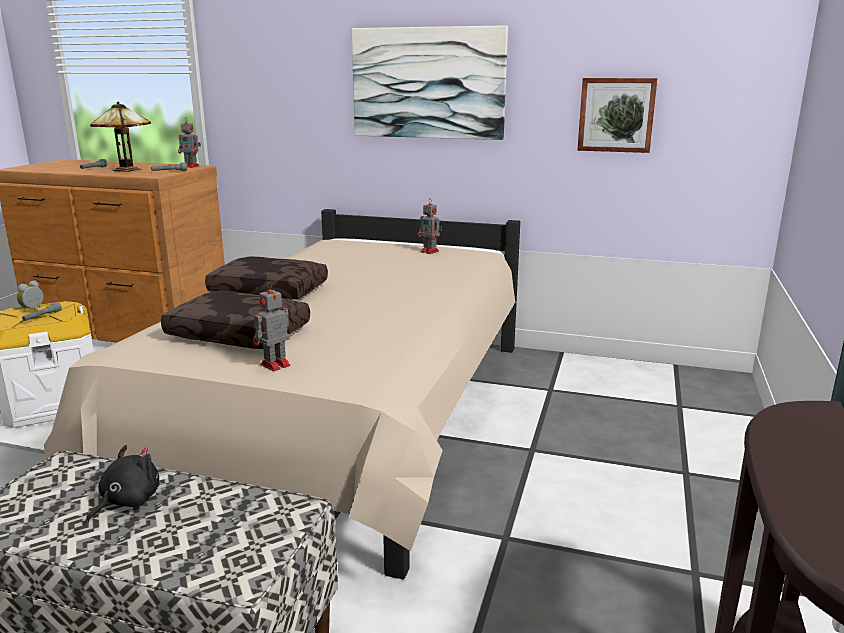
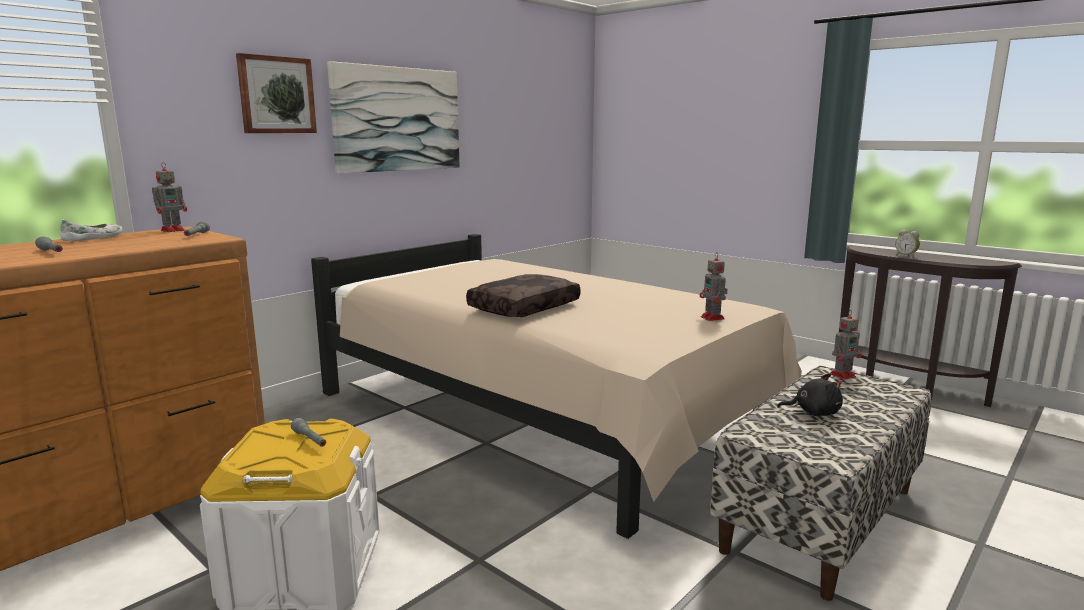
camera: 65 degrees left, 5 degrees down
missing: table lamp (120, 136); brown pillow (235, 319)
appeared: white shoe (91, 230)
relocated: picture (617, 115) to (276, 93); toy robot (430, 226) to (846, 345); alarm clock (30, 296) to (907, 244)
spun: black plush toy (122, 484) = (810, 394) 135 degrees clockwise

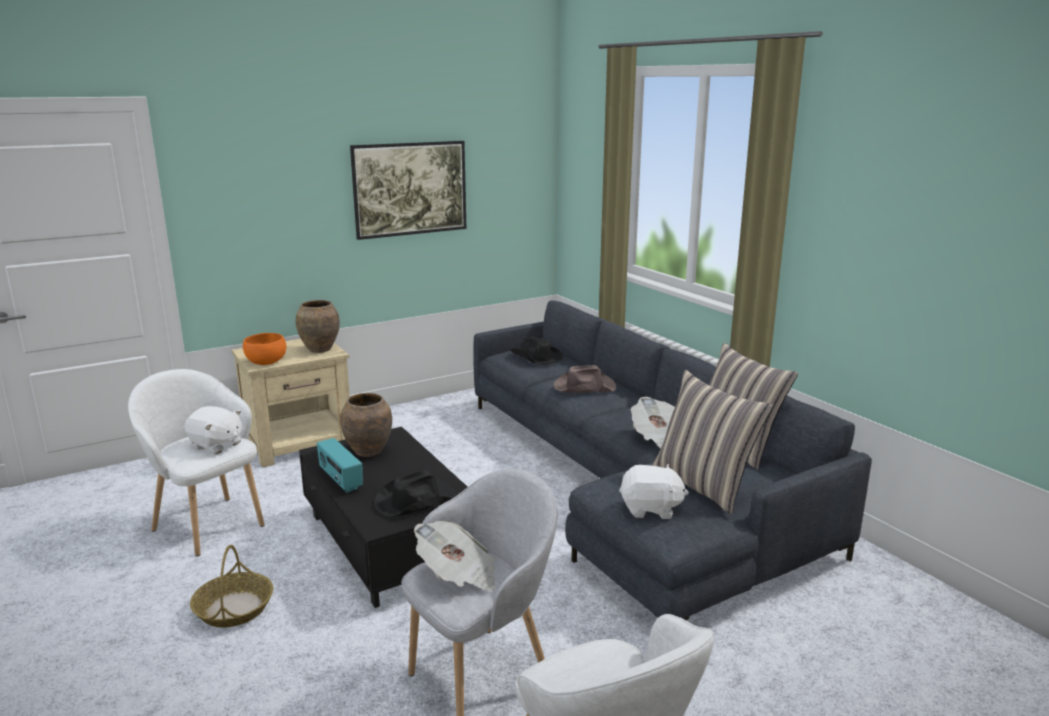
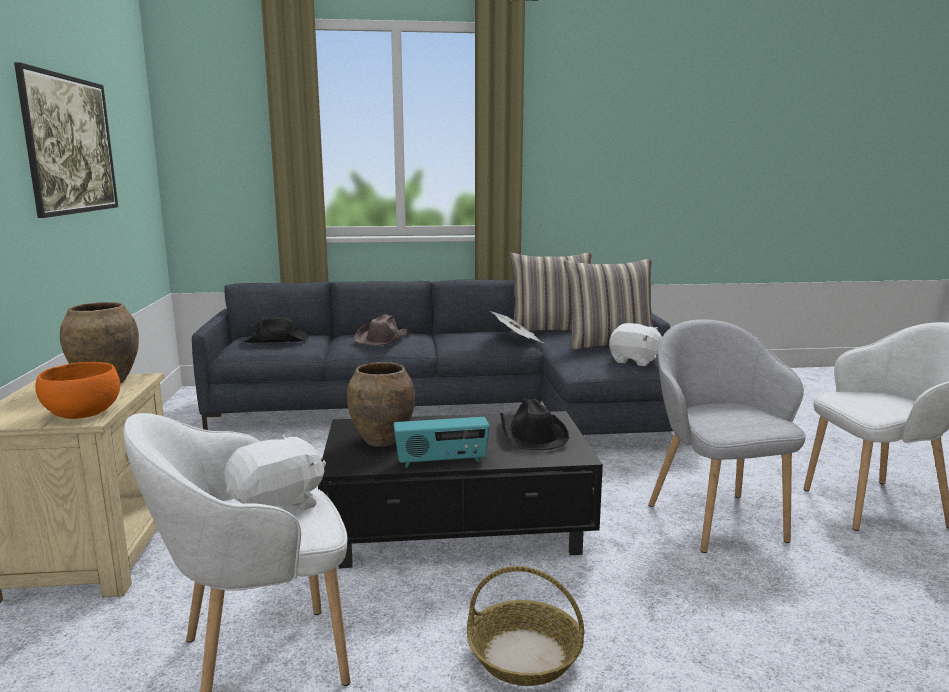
camera: 65 degrees left, 5 degrees down
missing: newspaper (455, 556)
spun: white plush toy (654, 491) = (635, 345) 90 degrees clockwise

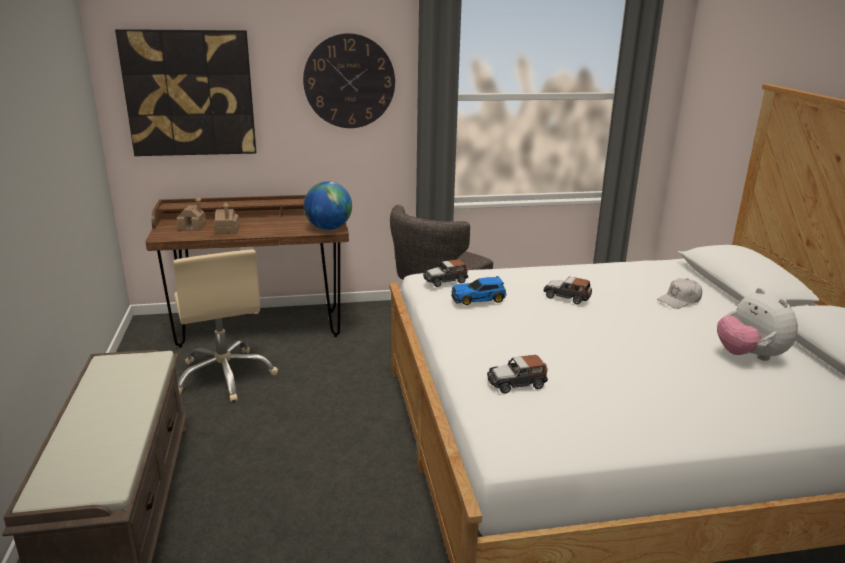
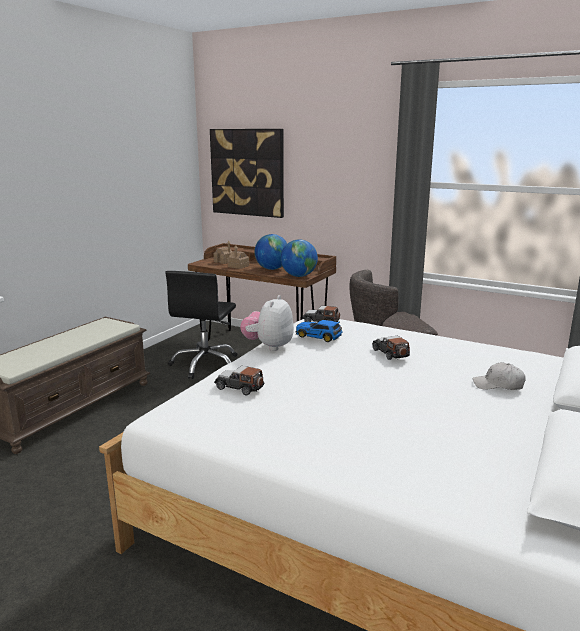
camera: 40 degrees right, 5 degrees down
missing: wall clock (349, 80)
appeared: globe (270, 252)
relocated: plush toy (757, 324) to (267, 323)
colour: beige office chair (225, 326) to black office chair (201, 325)

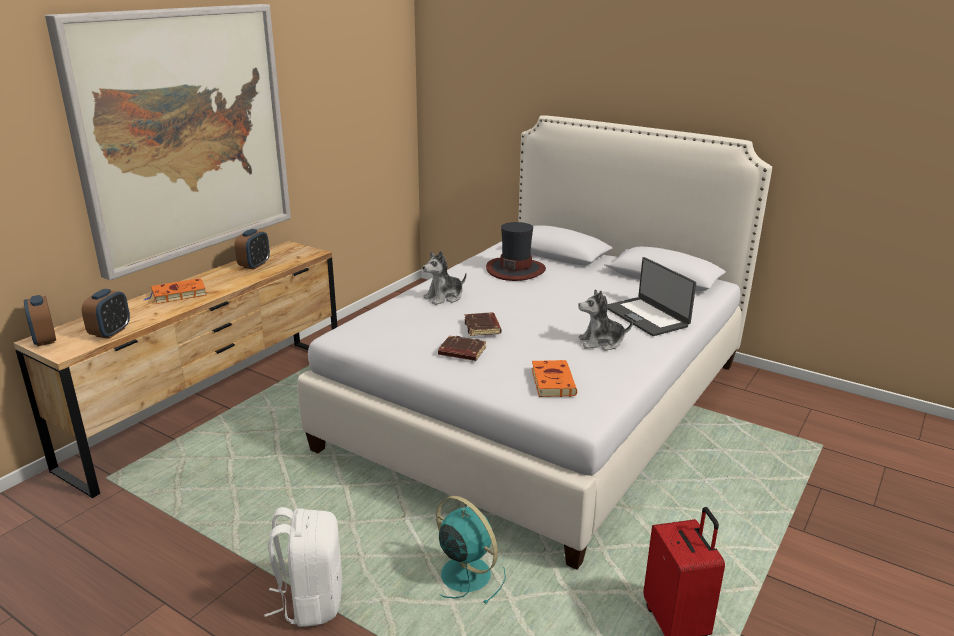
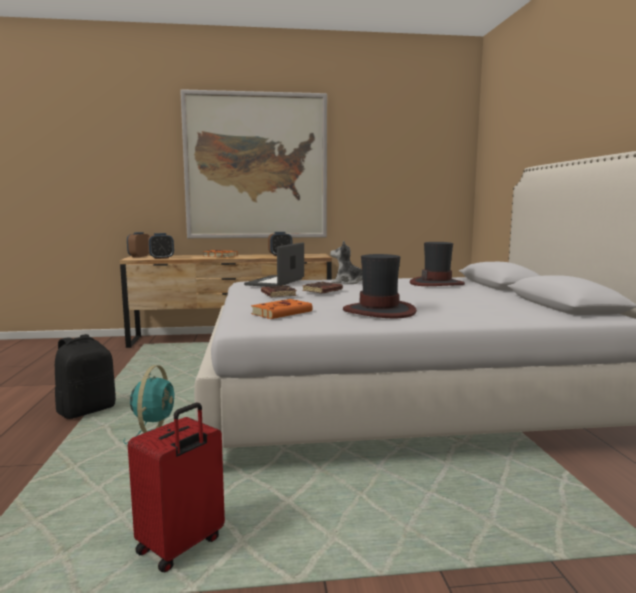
camera: 50 degrees right, 15 degrees down
relocated: laptop (651, 296) to (274, 265)
exchanged: plush toy (605, 320) to hat (380, 286)
colour: white backpack (303, 567) to black backpack (85, 376)

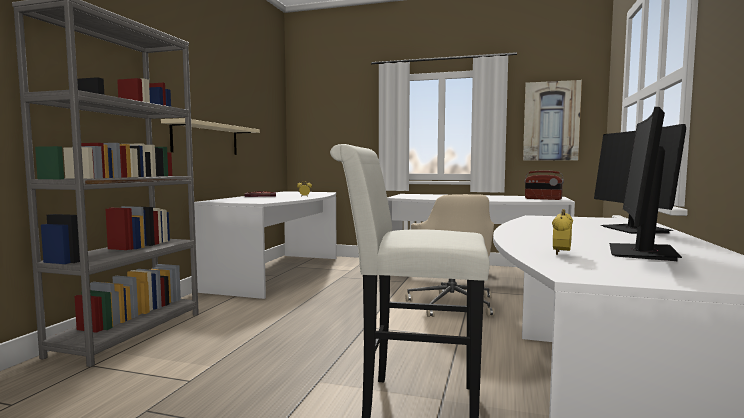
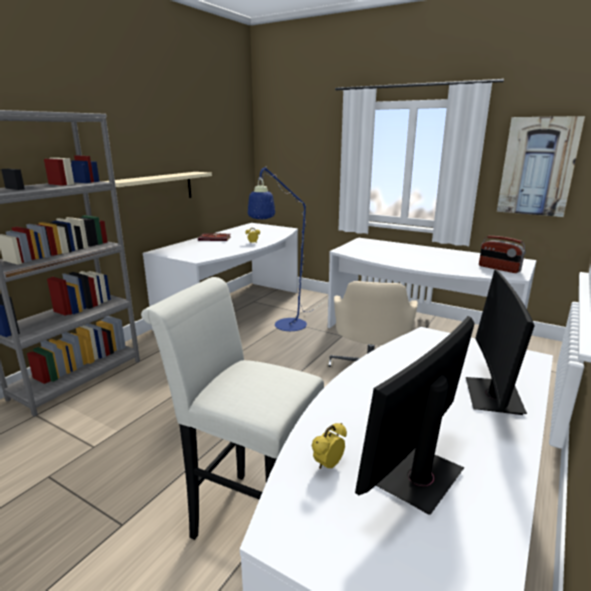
camera: 15 degrees right, 15 degrees up
appeared: blue floor lamp (288, 248)

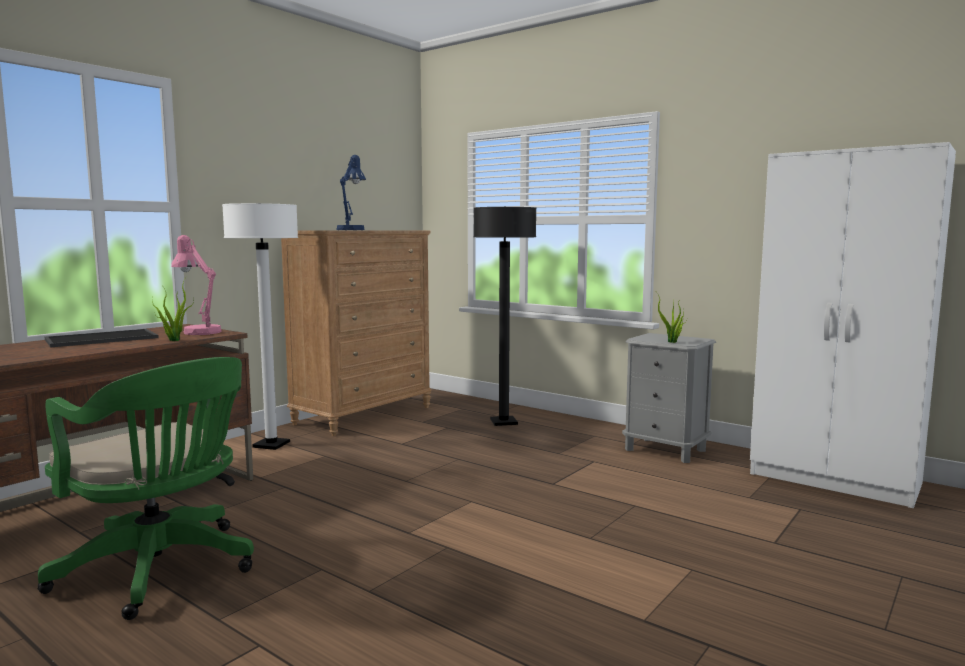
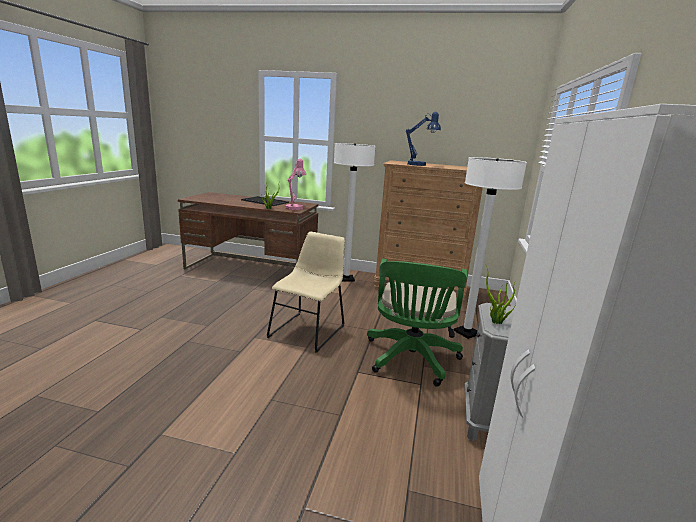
camera: 65 degrees right, 10 degrees up
appeared: beige chair (306, 292)
relocated: green office chair (145, 488) to (417, 323)
colour: black floor lamp (504, 316) to white floor lamp (490, 248)

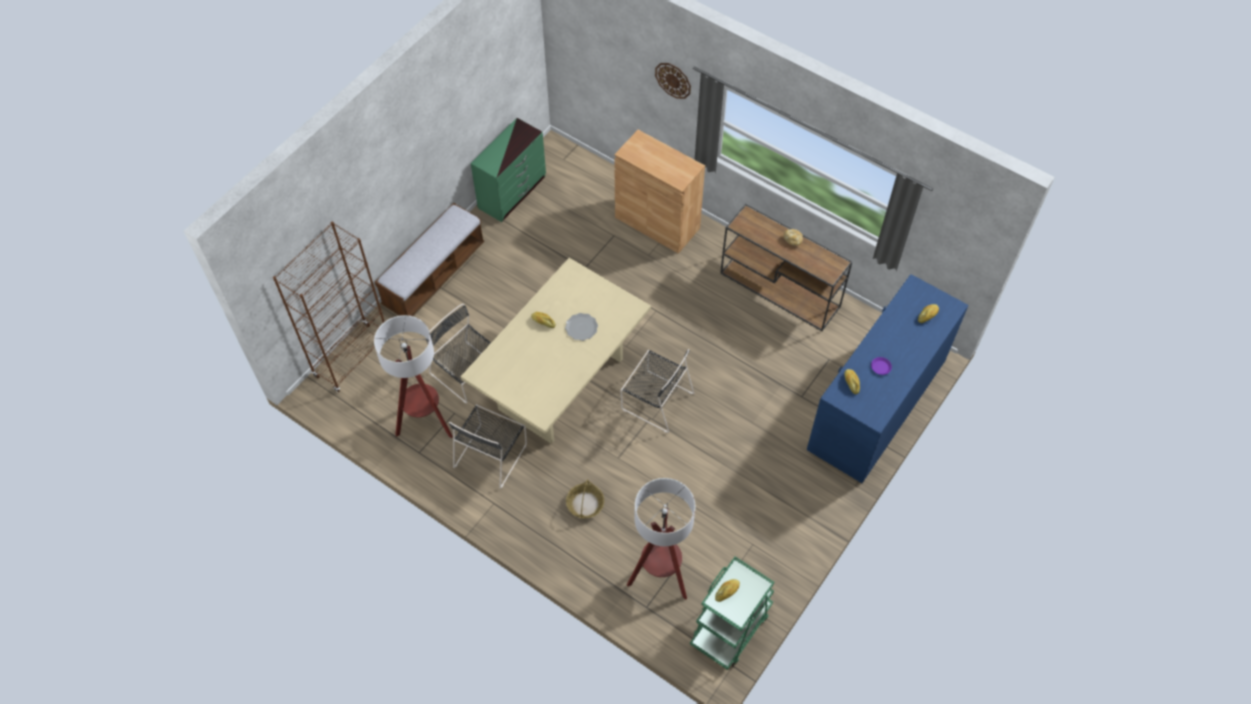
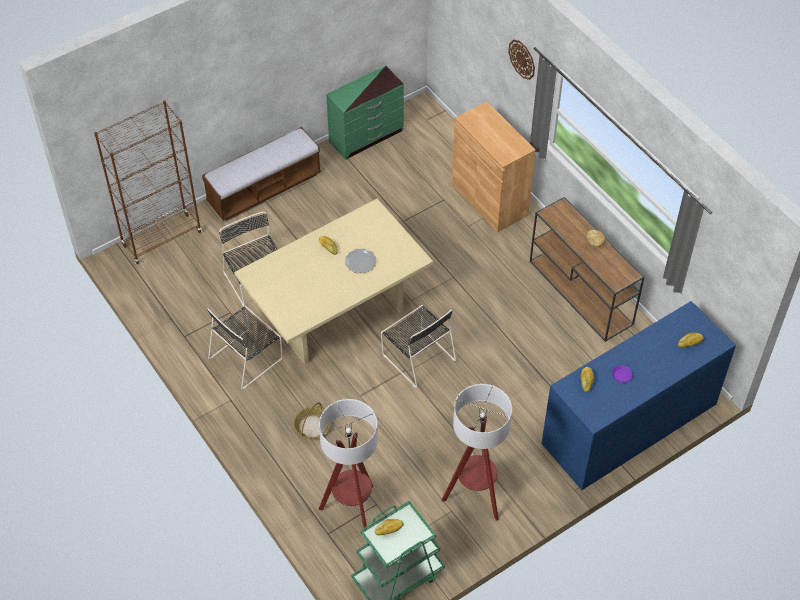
camera: 20 degrees right, 5 degrees down
relocated: floor lamp (413, 376) to (477, 452)

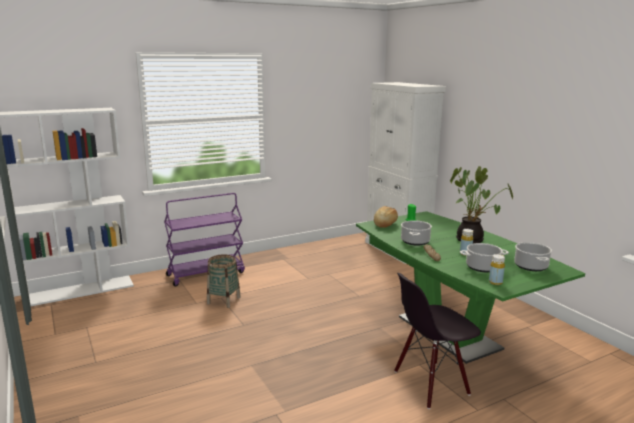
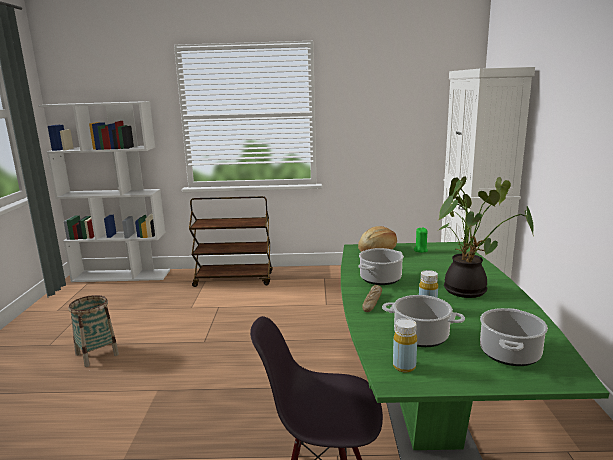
camera: 30 degrees right, 0 degrees up
relocated: basket (224, 281) to (93, 331)
colour: purple cart (204, 239) to brown cart (231, 241)

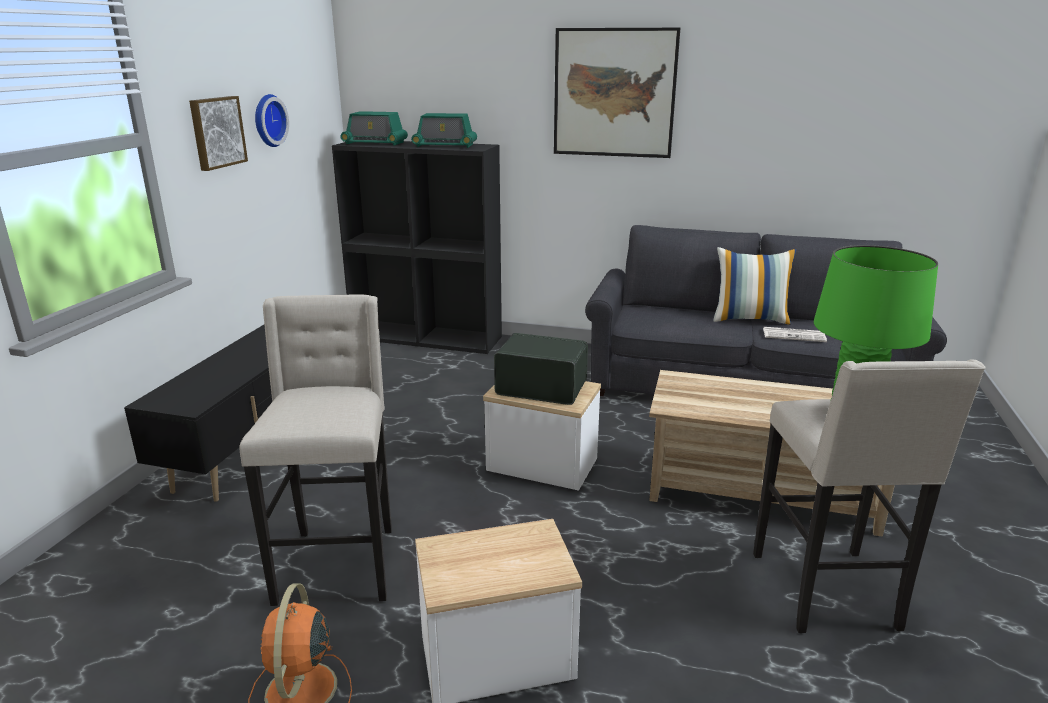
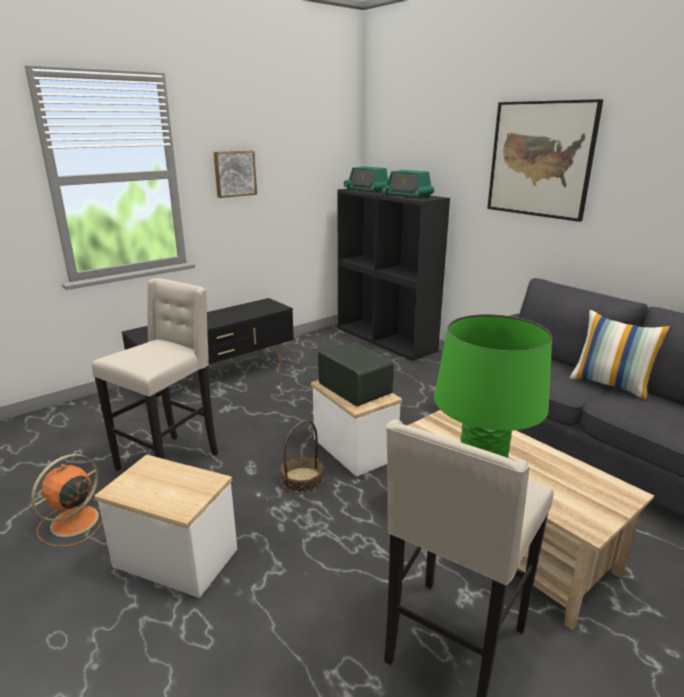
camera: 35 degrees right, 0 degrees up
missing: wall clock (272, 120); newspaper (795, 334)
appeared: basket (302, 456)

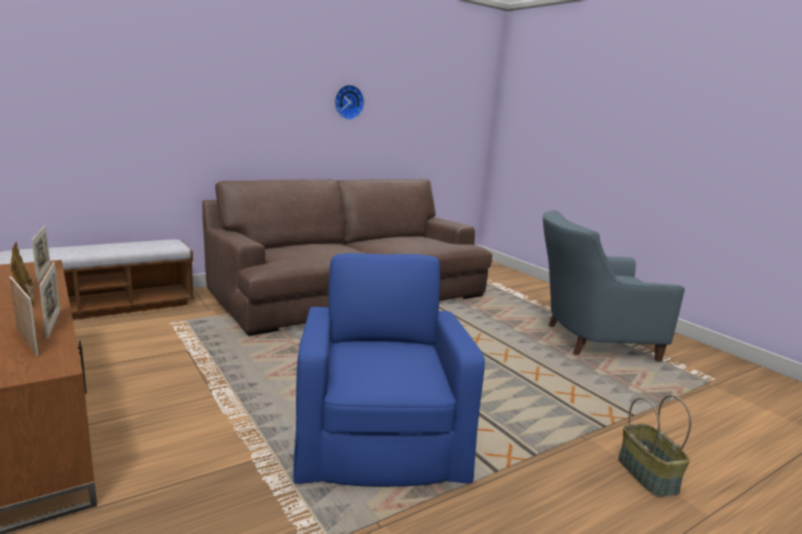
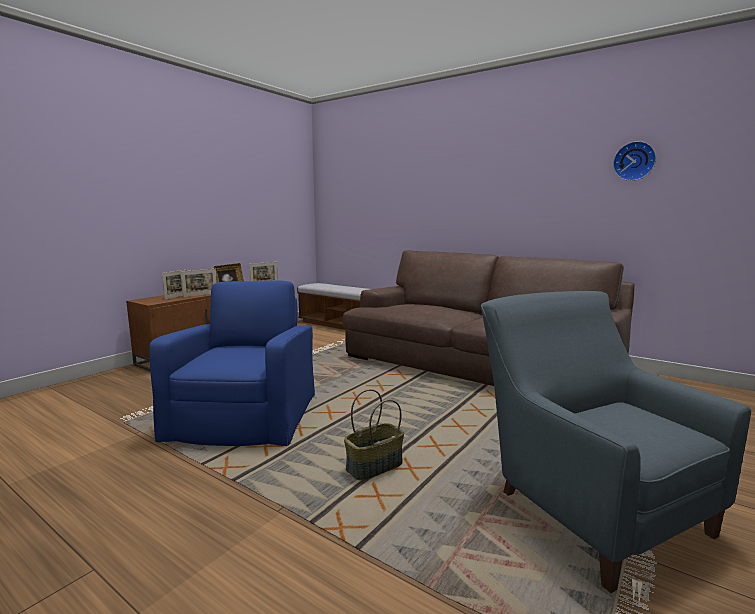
camera: 70 degrees right, 5 degrees down
relocated: wall clock (349, 102) to (634, 161); basket (654, 446) to (374, 434)
spun: blue armchair (389, 370) = (232, 363) 60 degrees counterclockwise

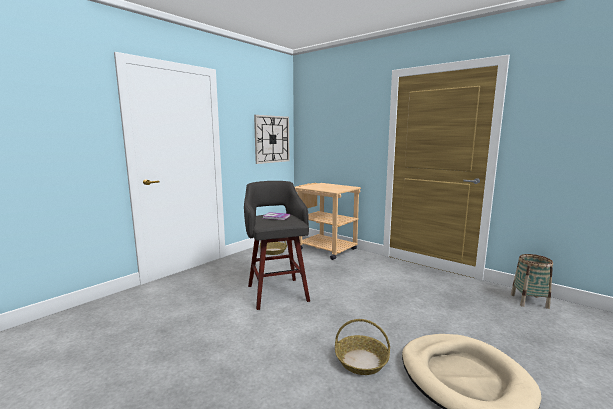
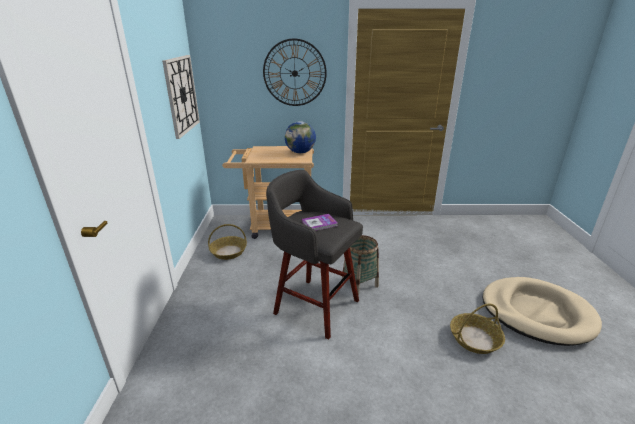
camera: 40 degrees left, 15 degrees up
appeared: wall clock (295, 72); globe (300, 137)
relocated: basket (532, 281) to (360, 265)

